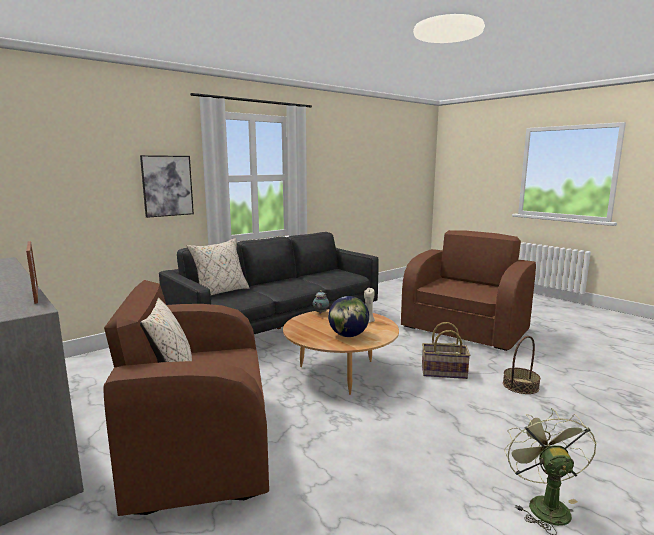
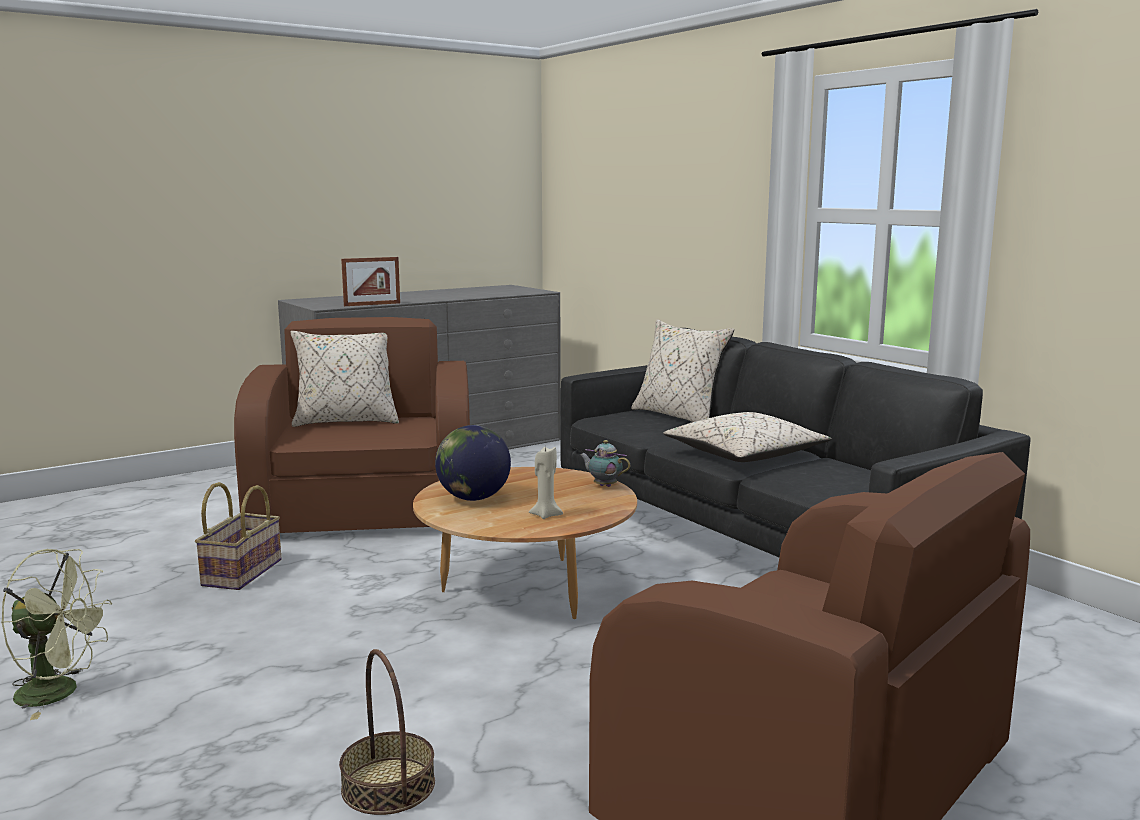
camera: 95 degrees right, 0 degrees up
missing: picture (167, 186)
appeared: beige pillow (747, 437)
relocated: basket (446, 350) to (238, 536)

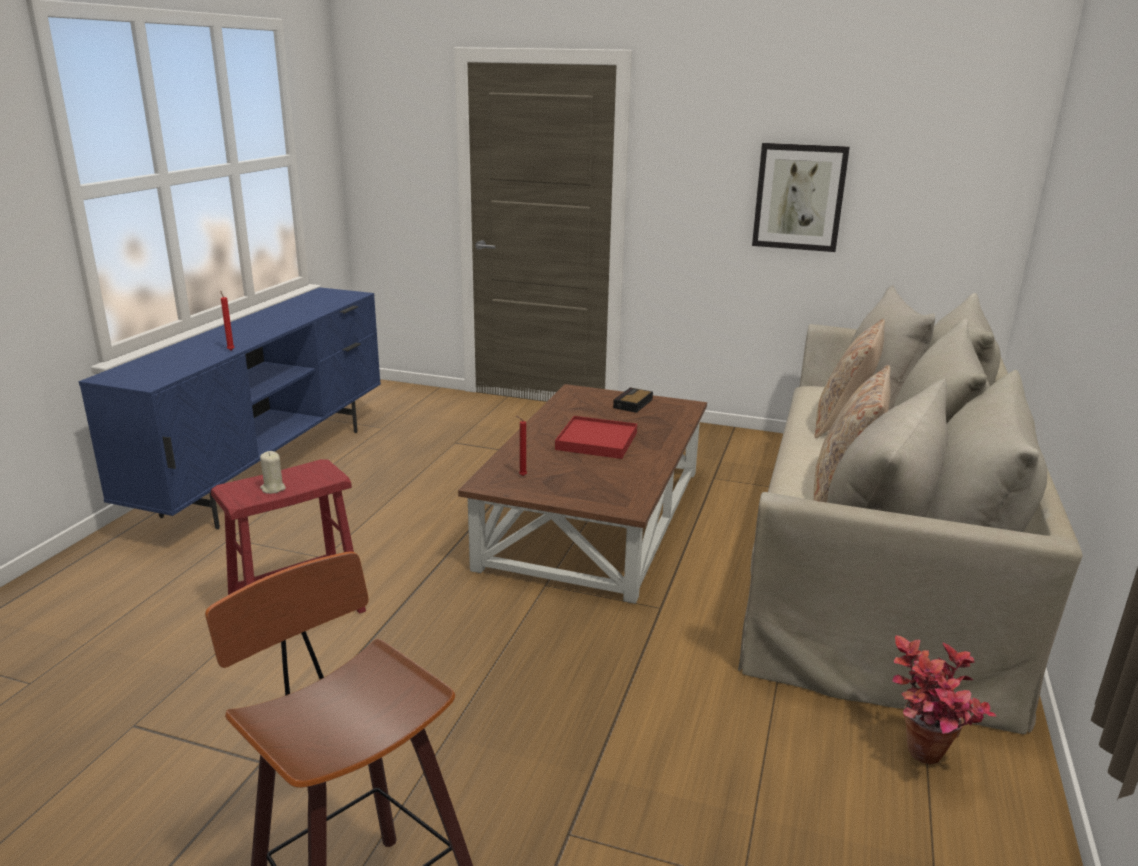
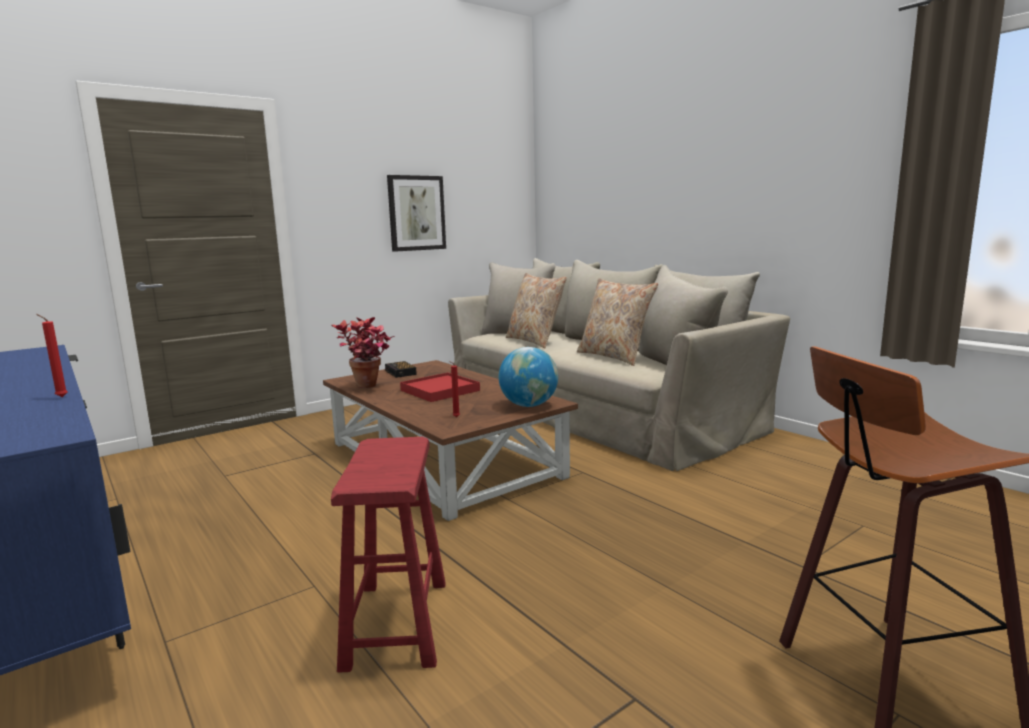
camera: 55 degrees left, 10 degrees down
missing: beige candle (273, 472)
appeared: globe (528, 377)
relocated: potted plant (944, 699) to (363, 352)

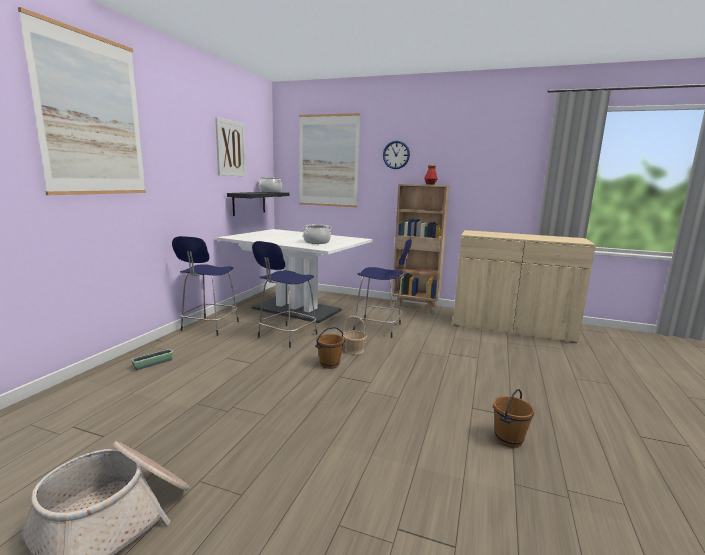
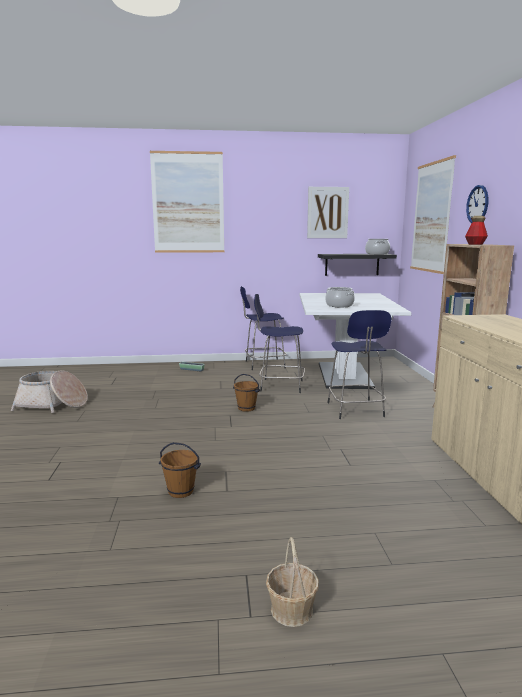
camera: 65 degrees right, 0 degrees up
relocated: basket (355, 335) to (292, 582)

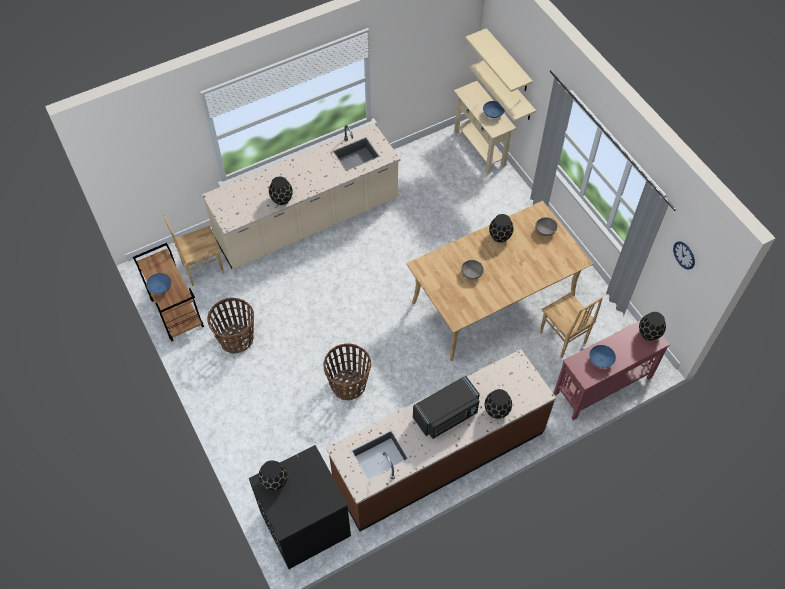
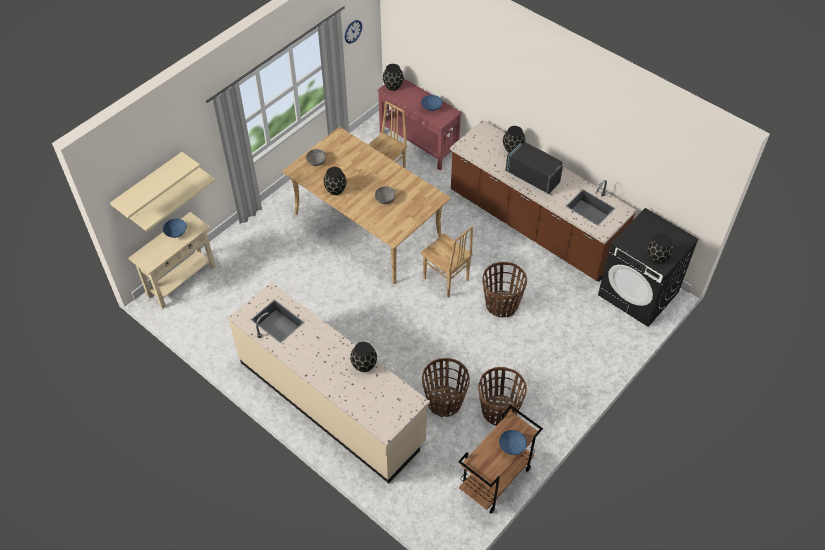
camera: 110 degrees left, 5 degrees down
appeared: basket (446, 388)
relocated: brown chair (193, 250) to (446, 261)

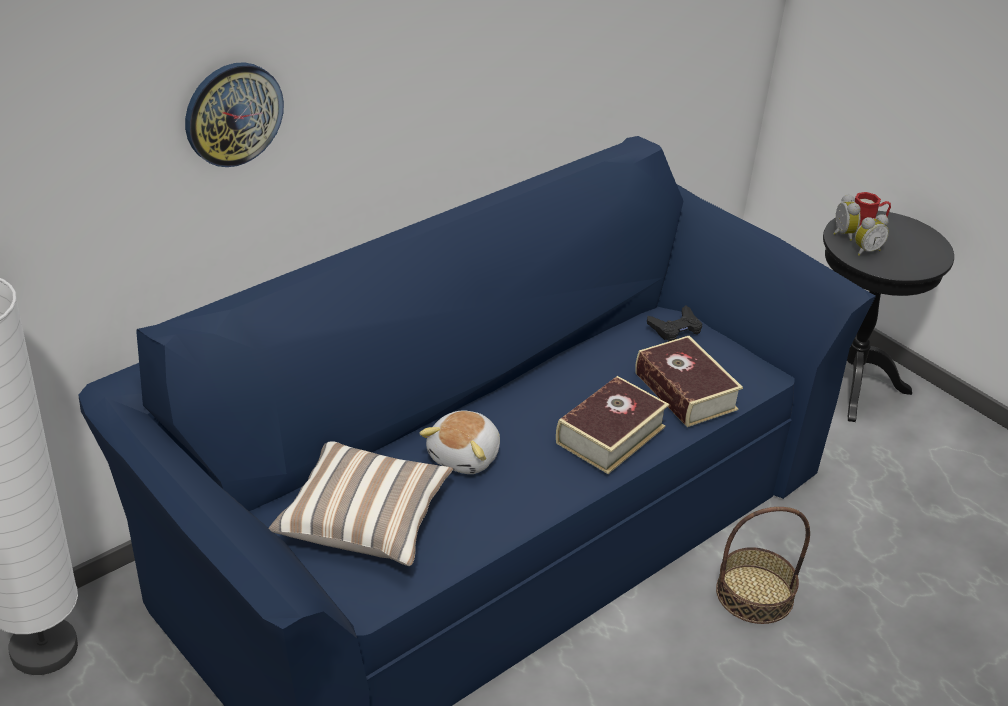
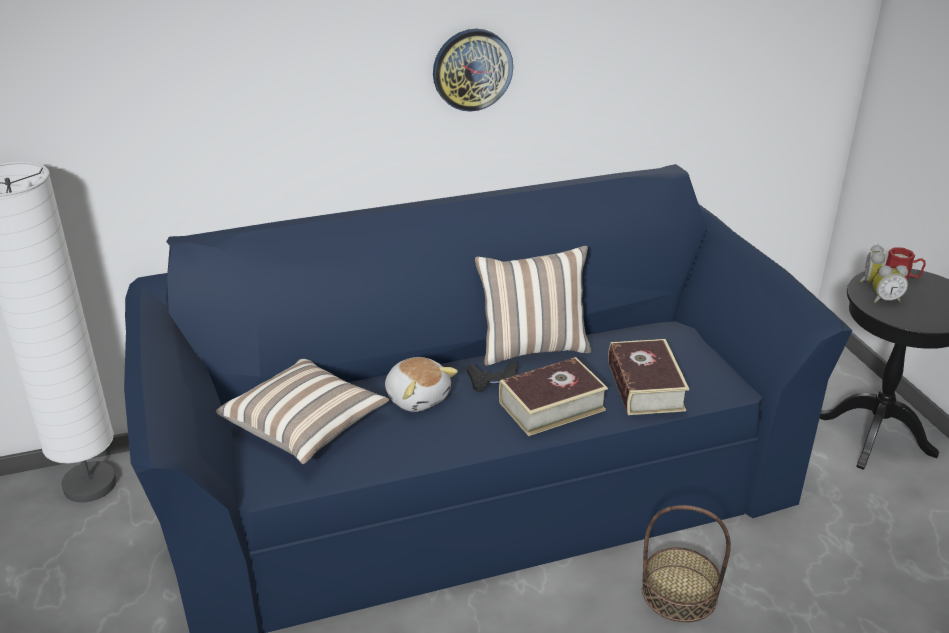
camera: 25 degrees right, 5 degrees down
appeared: pillow (533, 305)
relocated: wall clock (234, 114) to (473, 70); black game controller (674, 323) to (492, 376)
spun: plush toy (460, 442) = (421, 384) 90 degrees counterclockwise

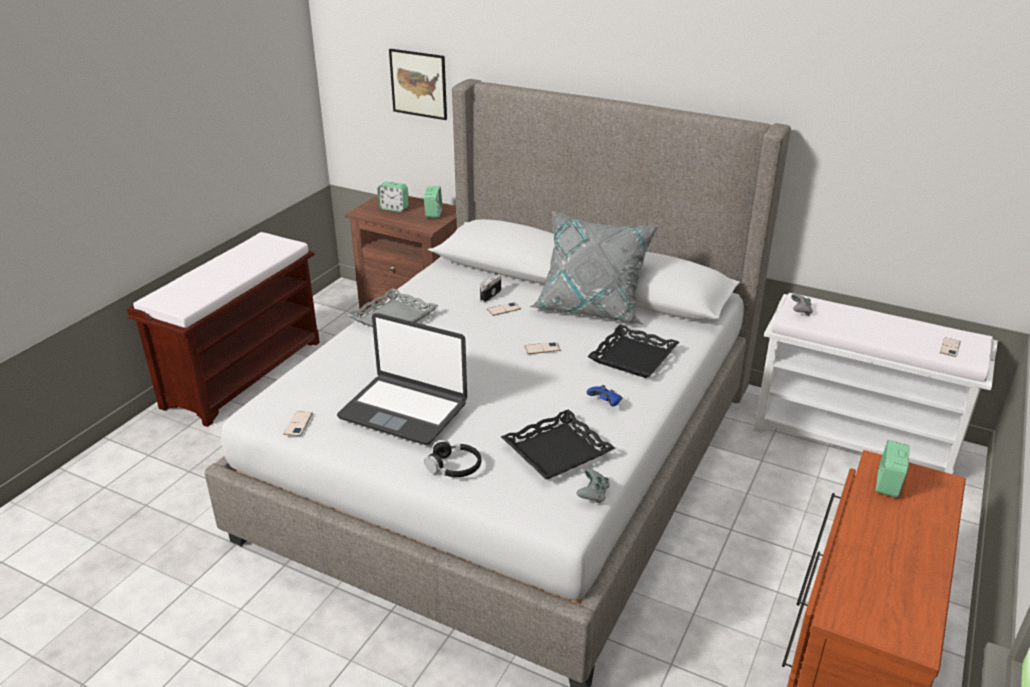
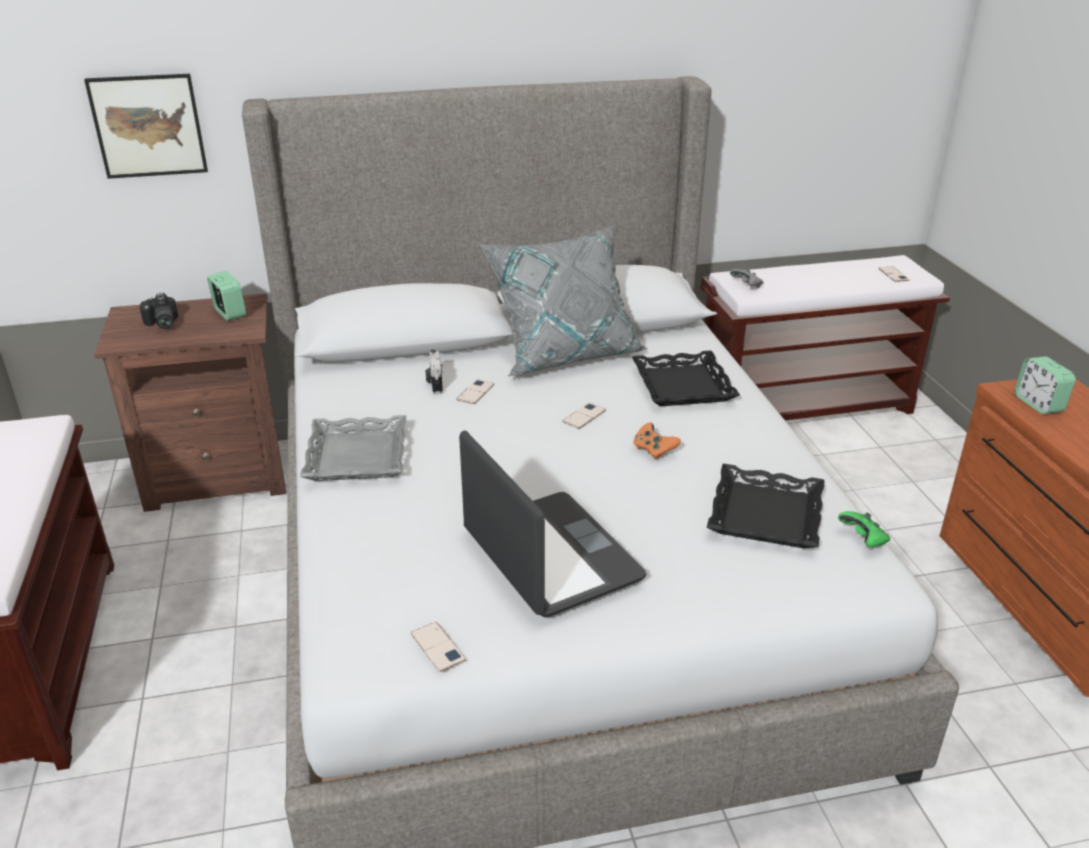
camera: 40 degrees left, 0 degrees up
missing: blue game controller (604, 395); black headphones (452, 458)
appeared: orange game controller (657, 441)
exchanged: alarm clock (393, 197) to photo camera (159, 311)
colour: white bench (876, 383) to brown bench (825, 337); grey game controller (593, 486) to green game controller (864, 529)
spun: laptop (402, 379) = (552, 524) 105 degrees counterclockwise

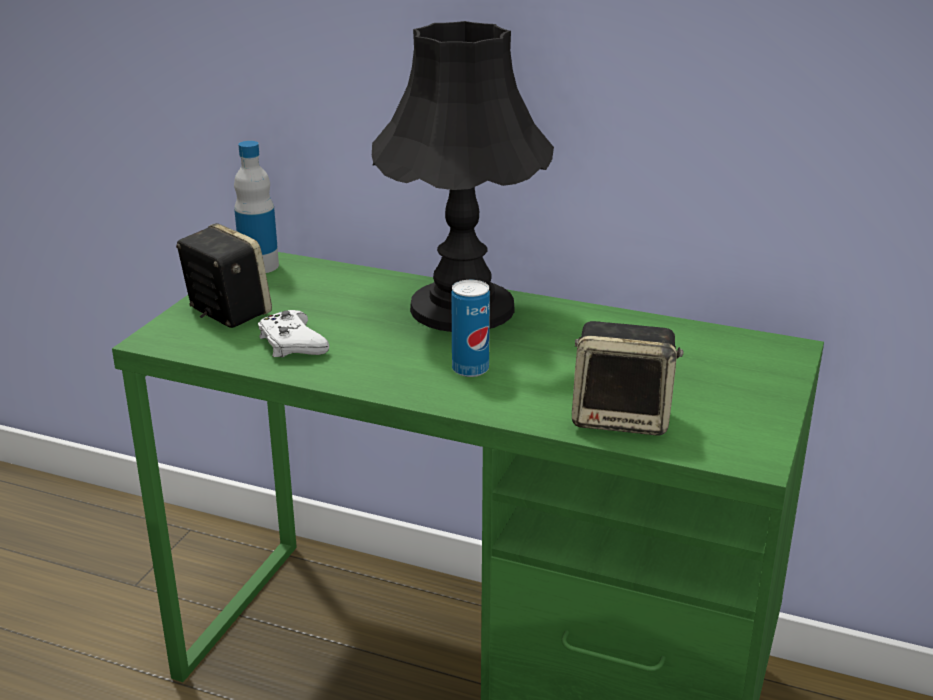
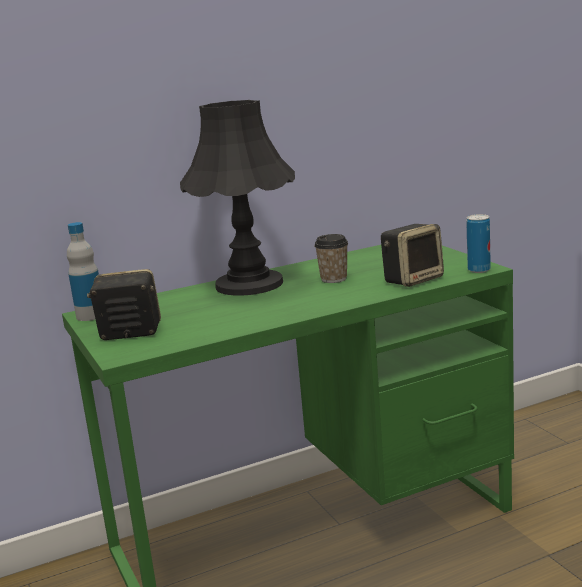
camera: 45 degrees left, 10 degrees down
missing: white game controller (293, 333)
appeared: cup (331, 258)
relocated: can (470, 328) to (478, 243)

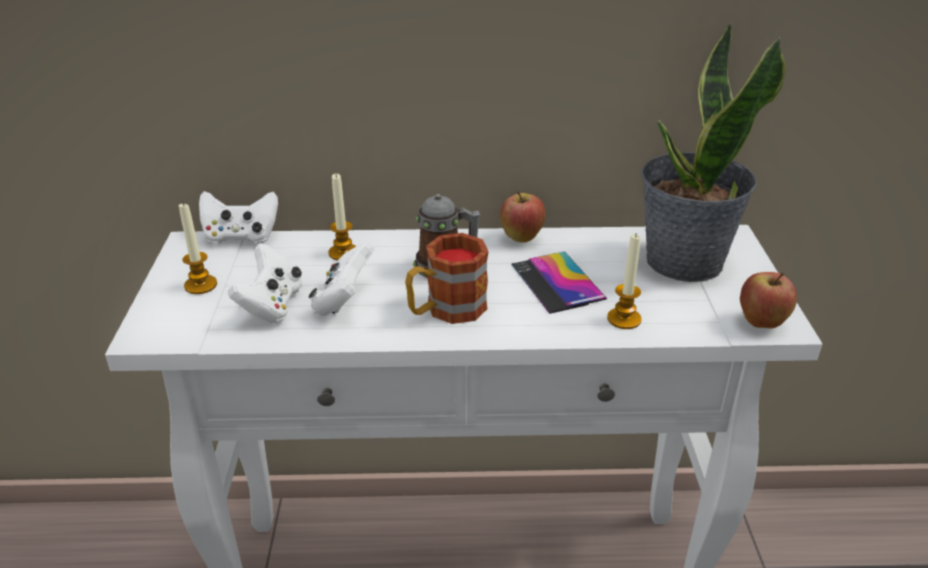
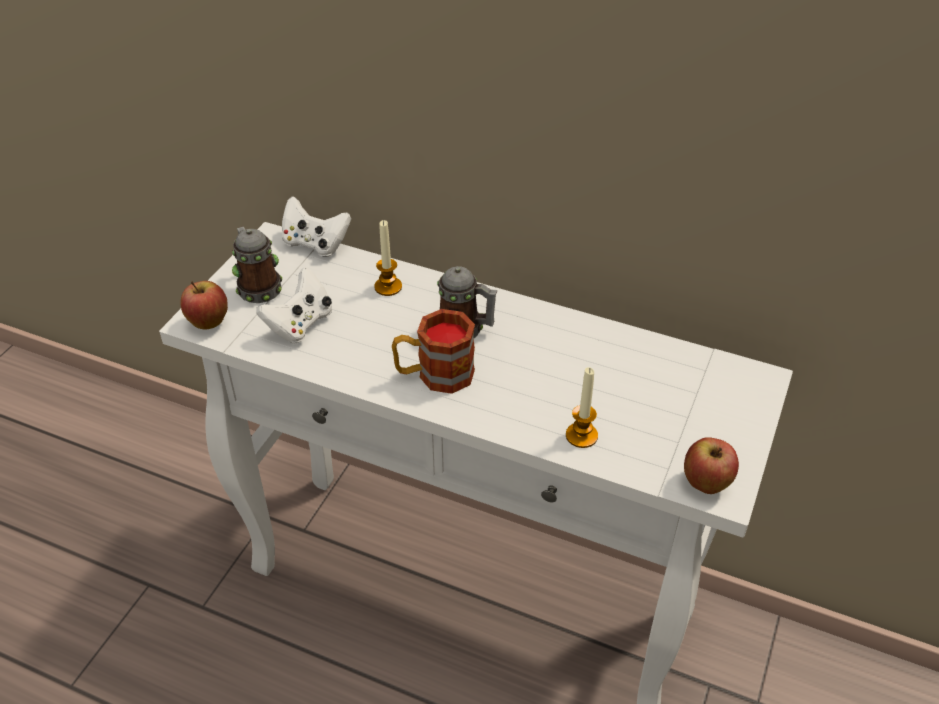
camera: 25 degrees right, 10 degrees up
missing: potted plant (713, 151); white game controller (341, 279); phone (559, 282)
relocated: apple (523, 217) to (204, 305)
exchanged: candle (198, 248) to mug (257, 265)

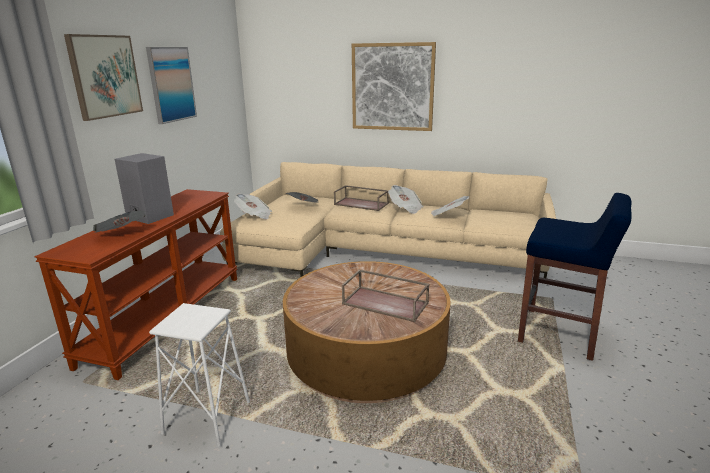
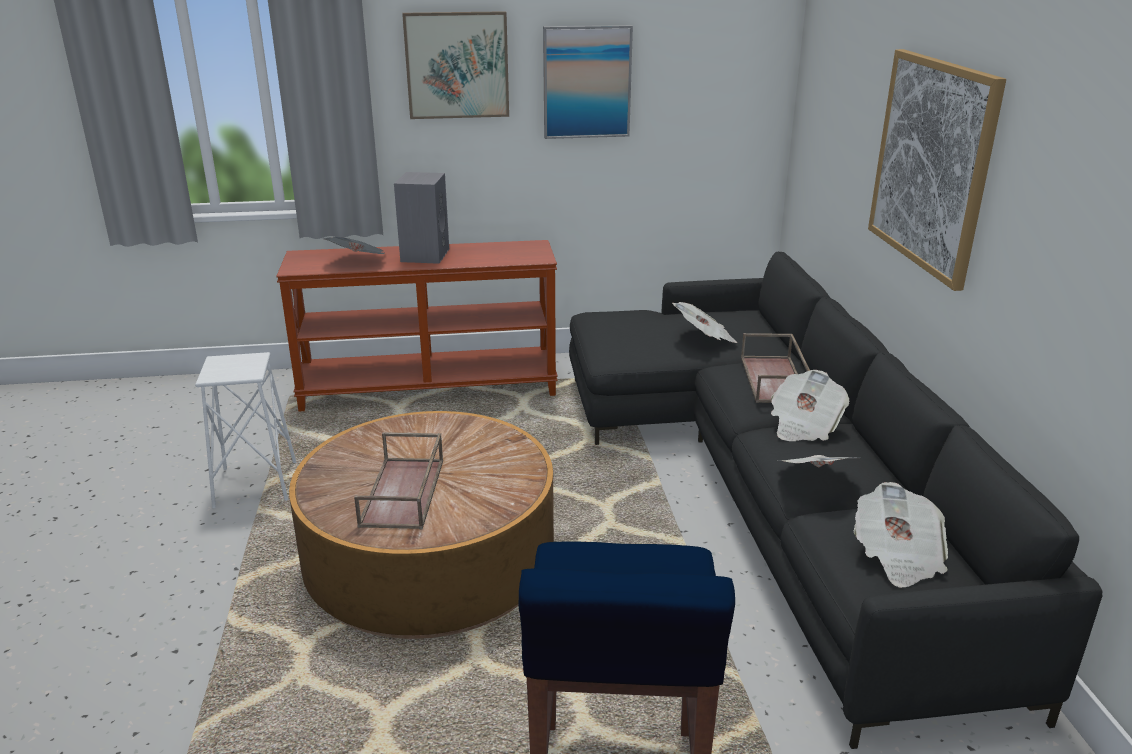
camera: 65 degrees right, 5 degrees up
relocated: newspaper (253, 206) to (900, 535)
colour: beige sofa (388, 220) to black sofa (836, 500)

